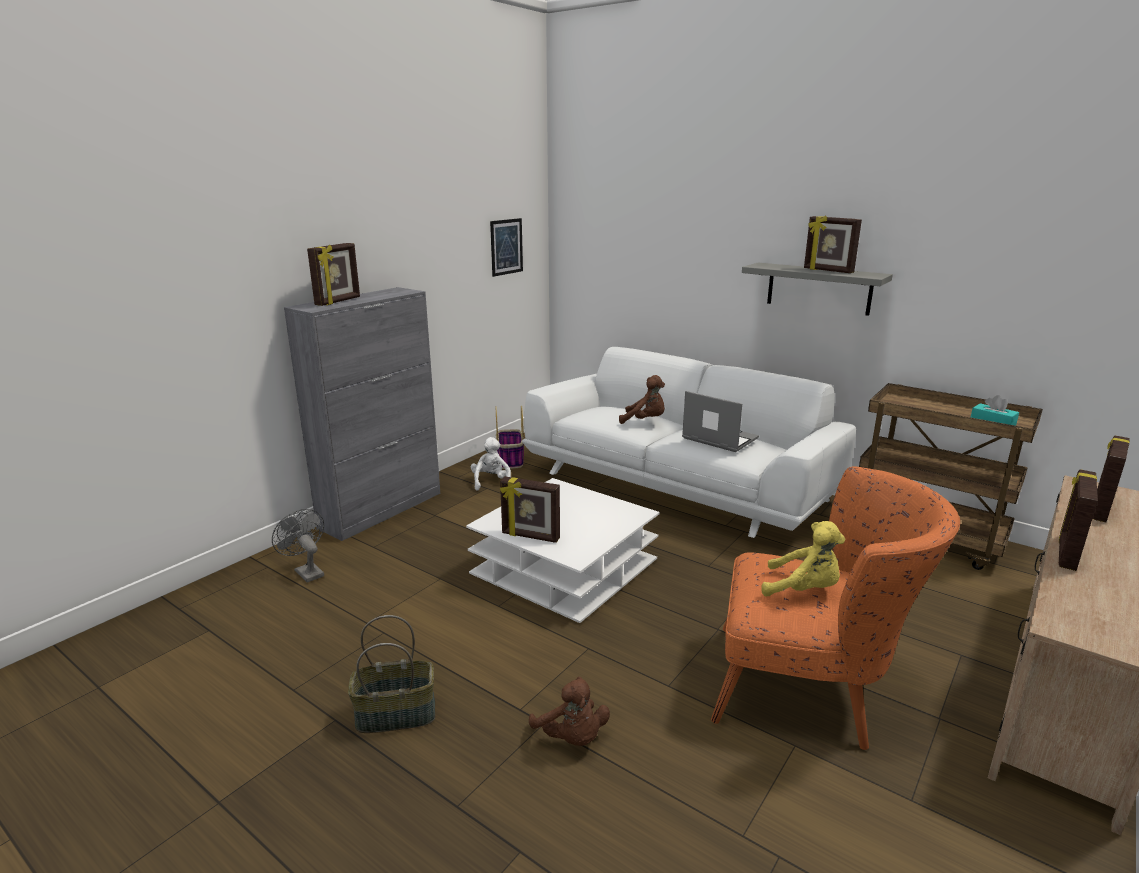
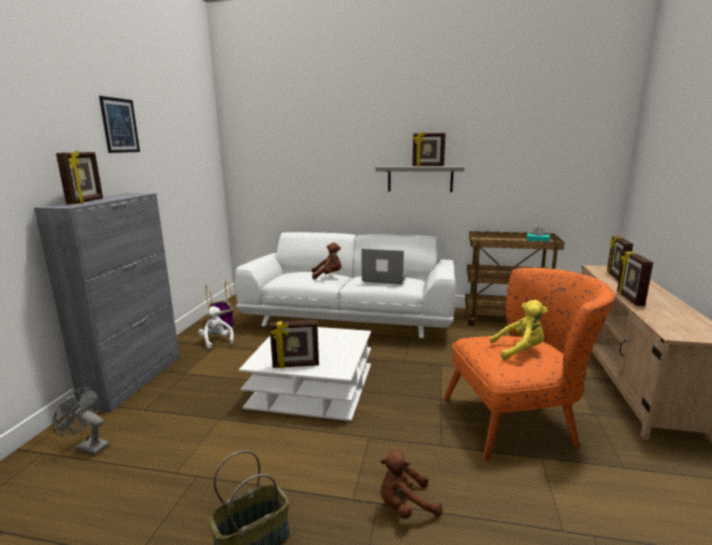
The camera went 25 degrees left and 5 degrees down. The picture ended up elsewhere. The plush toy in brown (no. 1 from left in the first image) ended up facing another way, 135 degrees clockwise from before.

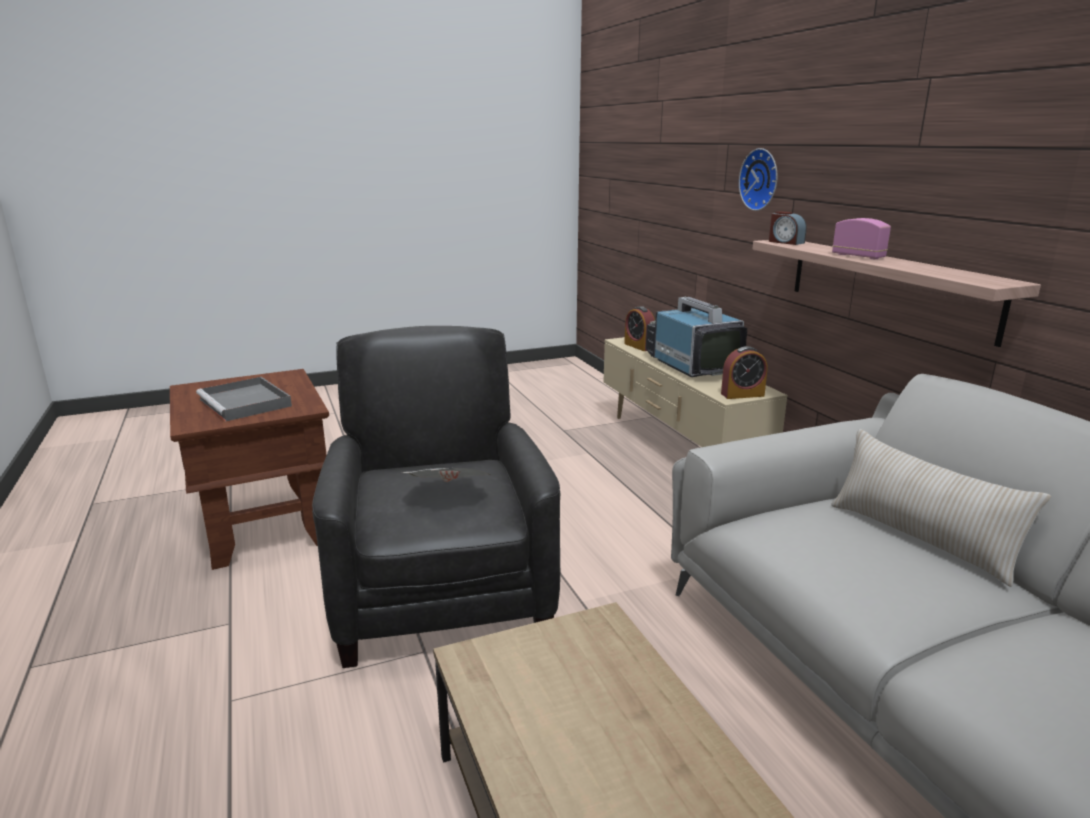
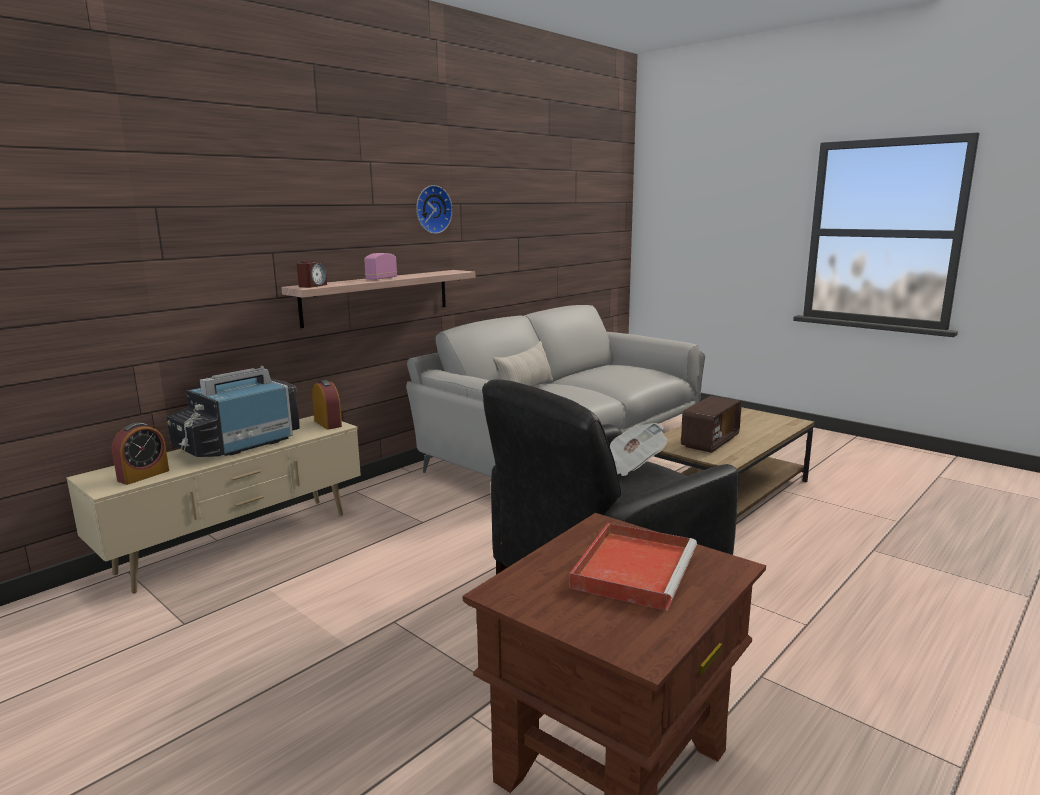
The camera went 115 degrees left and 5 degrees down. The wall clock ended up elsewhere. What was the tray in grey turned into the tray in red. The second view gained the radio (no. 2 from left).

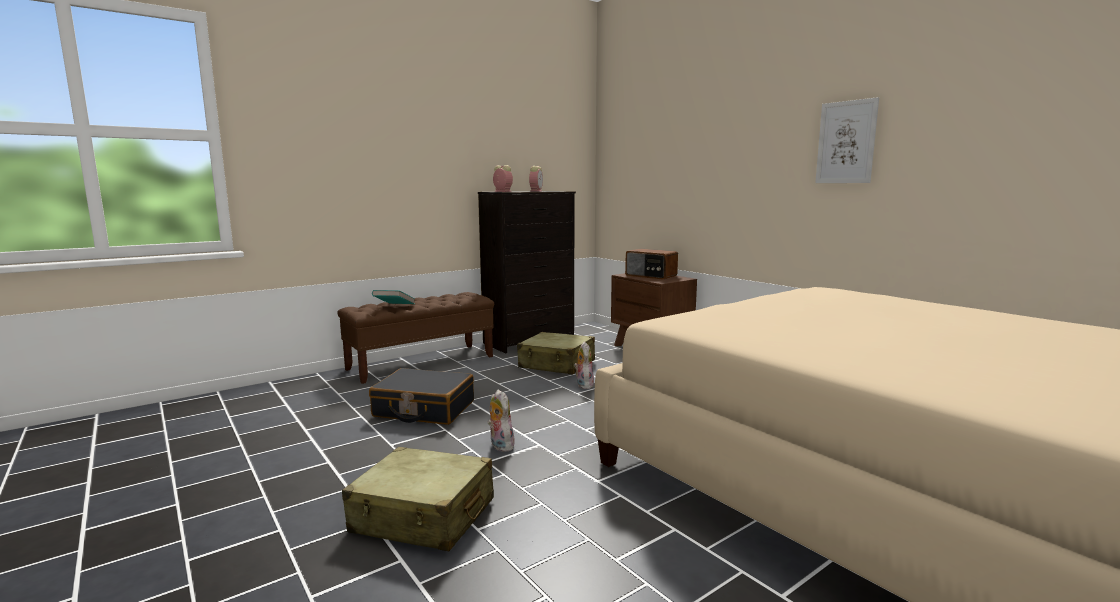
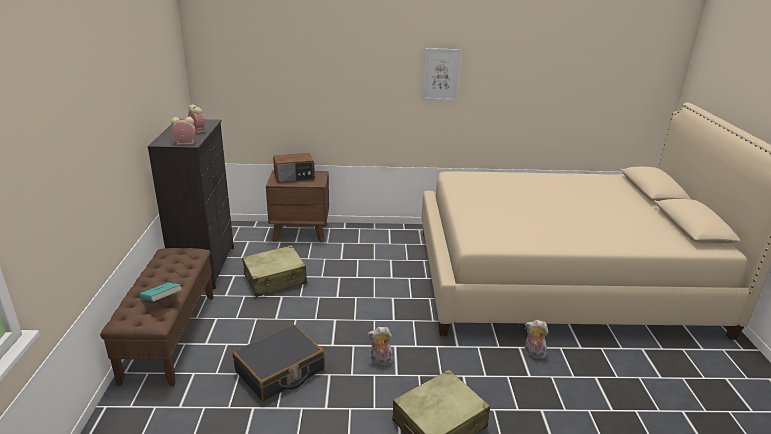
The camera went 55 degrees left and 15 degrees up. The plush toy (no. 2 from left) ended up elsewhere.

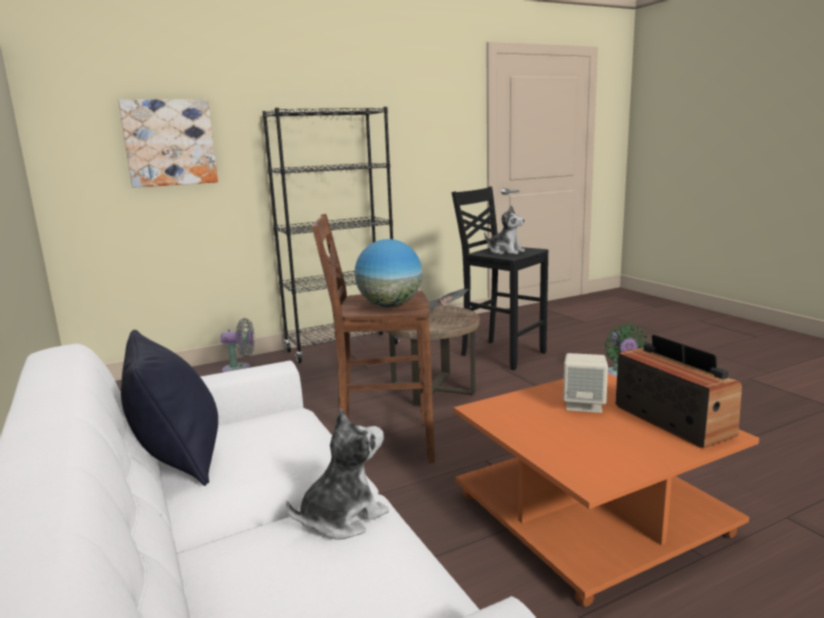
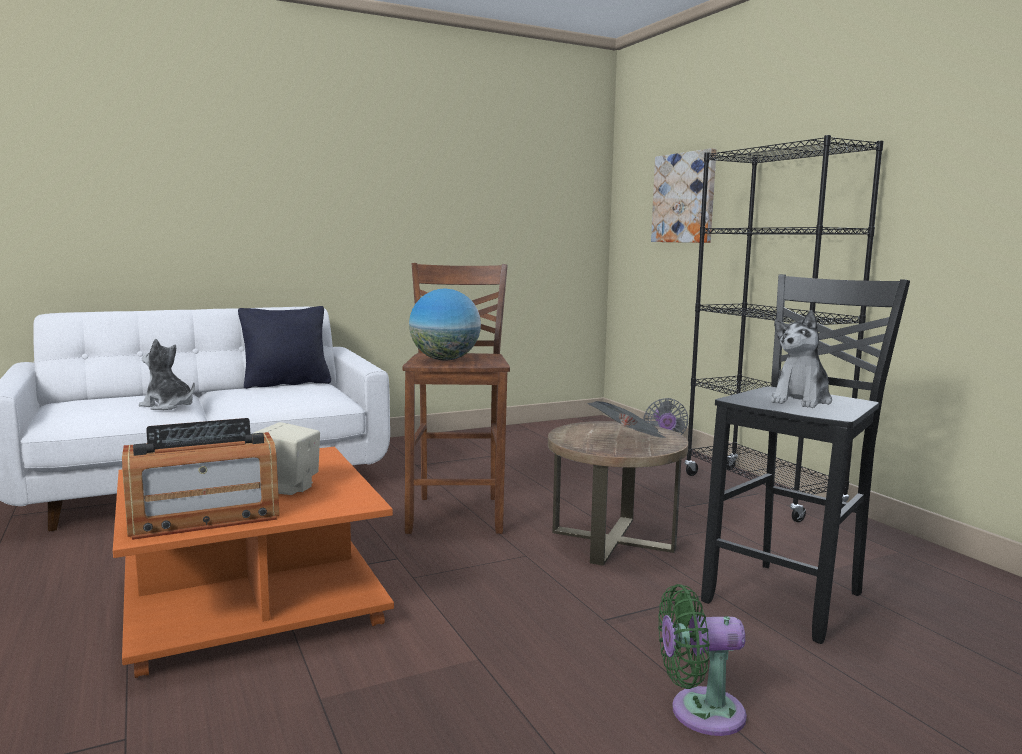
The camera went 90 degrees right and 5 degrees down. The plush toy (no. 1 from left) ended up facing another way, 150 degrees clockwise from before.

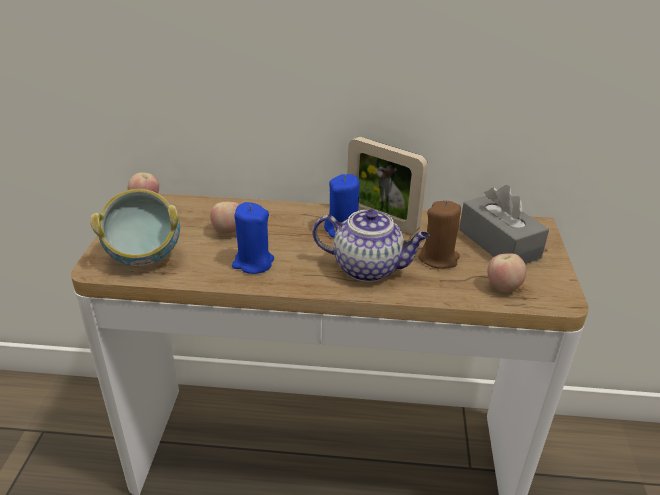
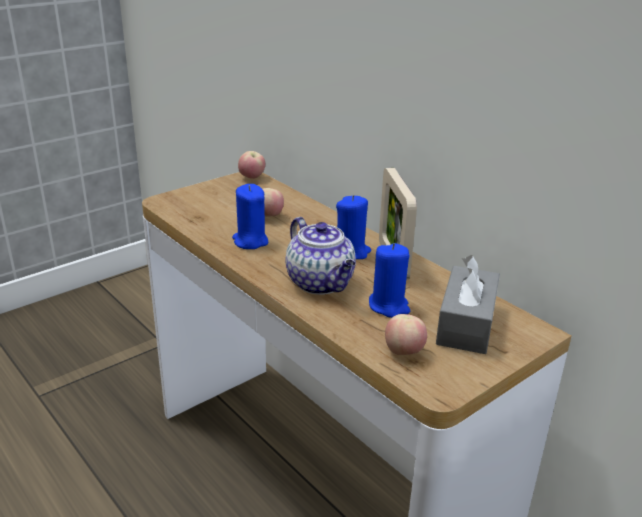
The camera went 45 degrees right and 5 degrees down. What was the candle in brown turned into the candle in blue (no. 3 from left). The second view lost the bowl.

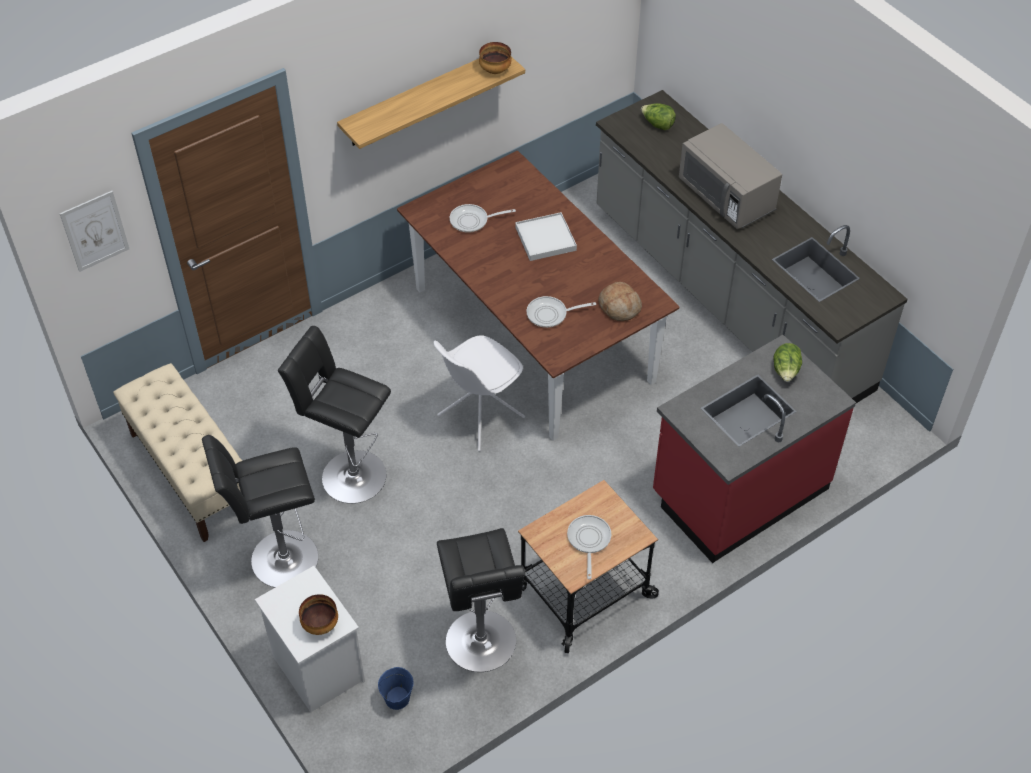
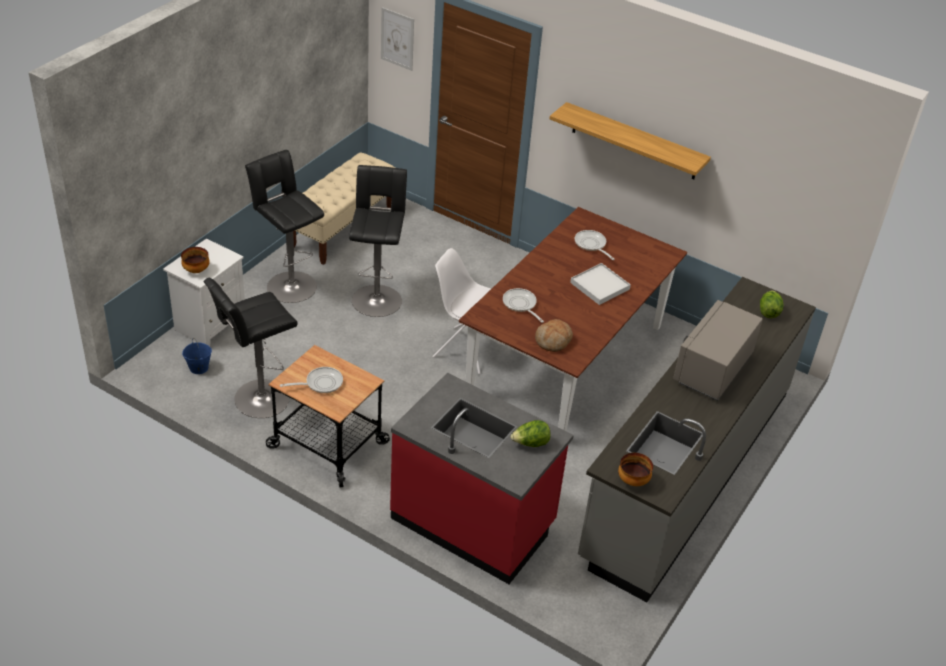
The camera went 65 degrees right and 10 degrees down. The bowl (no. 2 from left) ended up elsewhere.

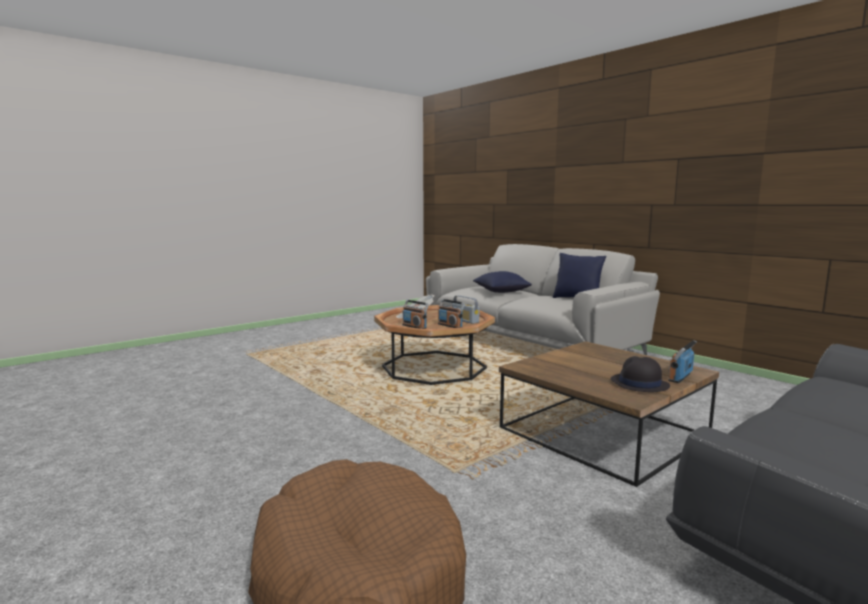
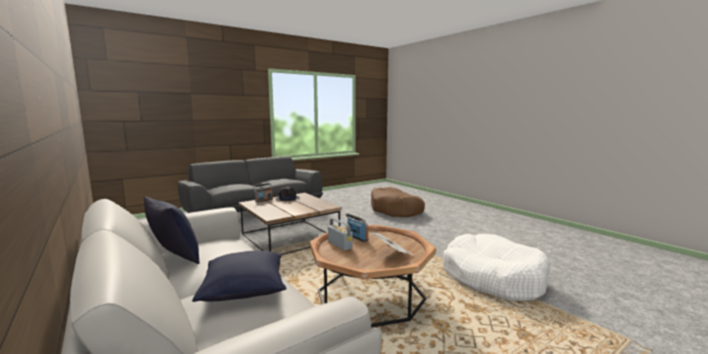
The camera went 175 degrees left and 0 degrees up. The second view gained the dog bed in white. The second view lost the radio (no. 1 from left).

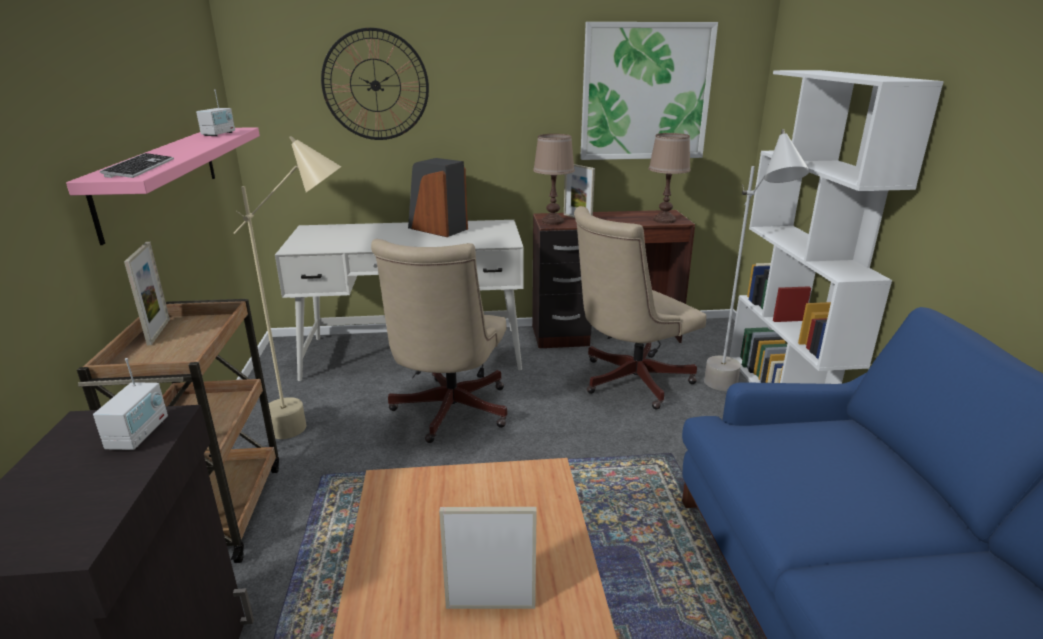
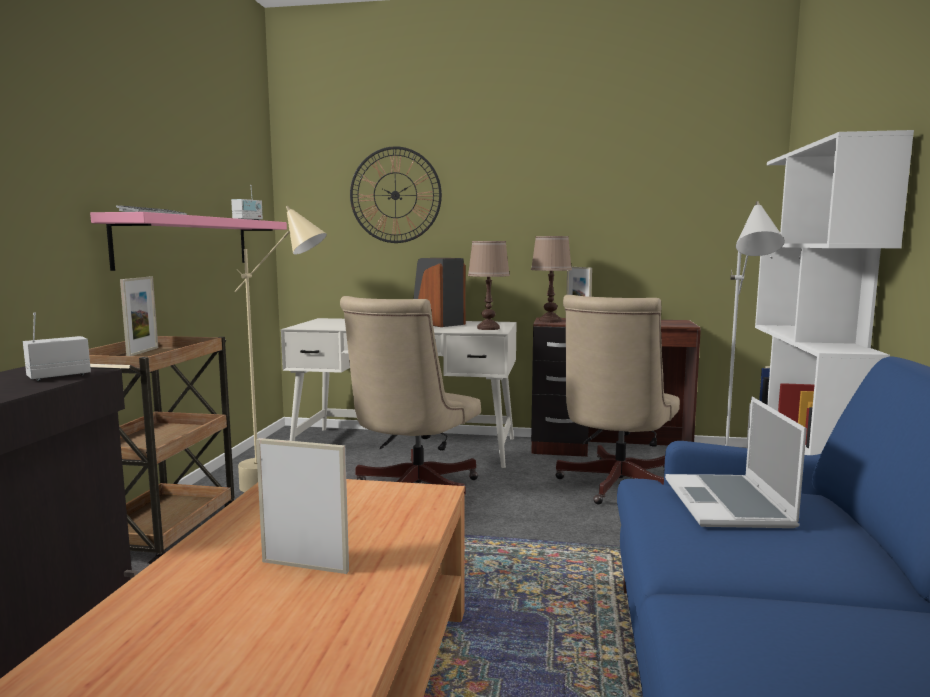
The camera went 15 degrees right and 15 degrees down. The radio (no. 1 from left) ended up facing another way, 150 degrees counterclockwise from before. The table lamp in brown (no. 2 from left in the first image) ended up elsewhere. The office chair in beige (no. 2 from left) ended up facing another way, 45 degrees counterclockwise from before. The second view gained the laptop. The second view lost the picture.

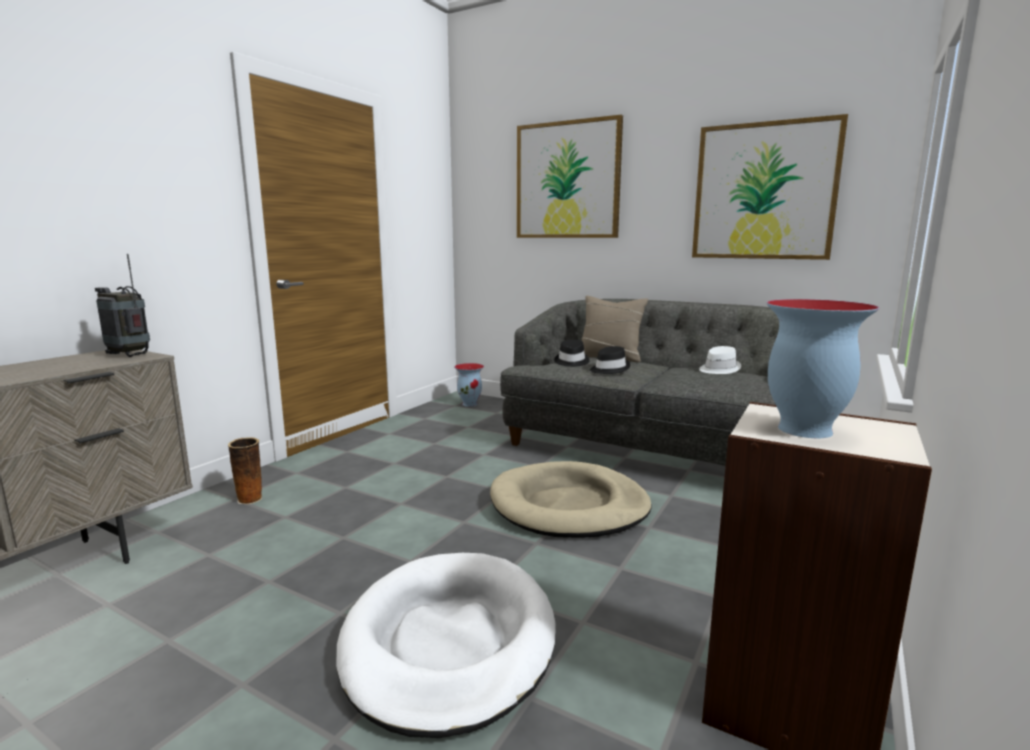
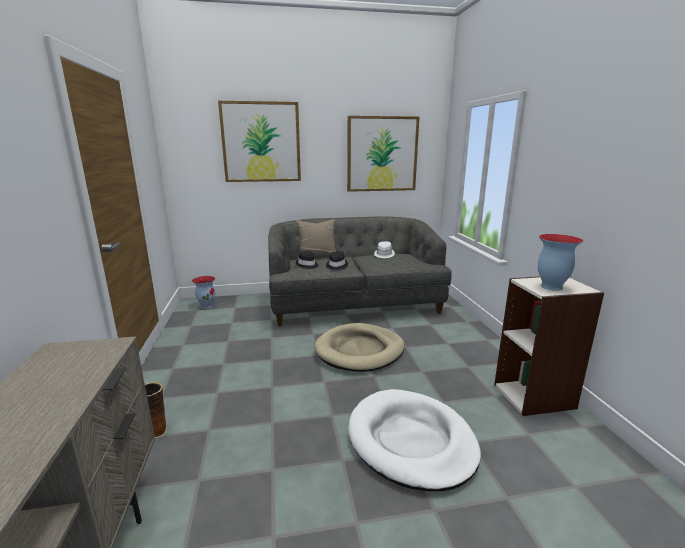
The camera went 40 degrees left and 5 degrees up. The second view lost the radio.

